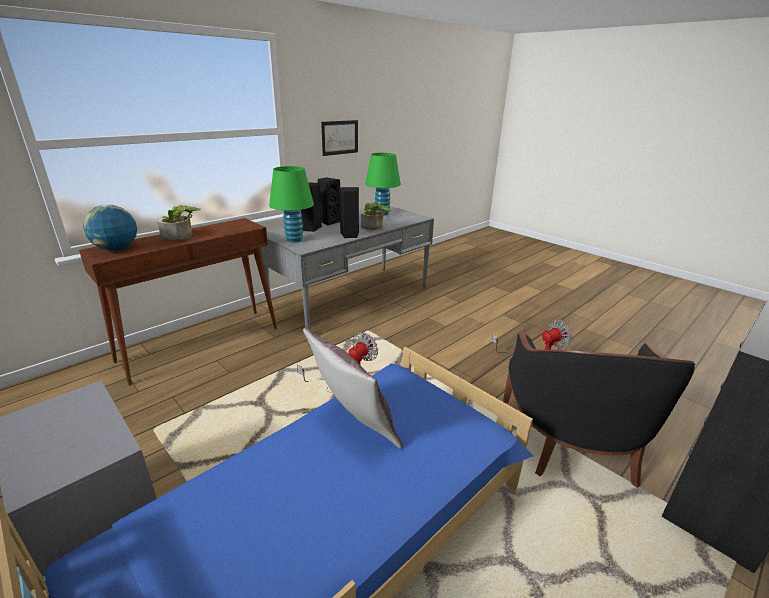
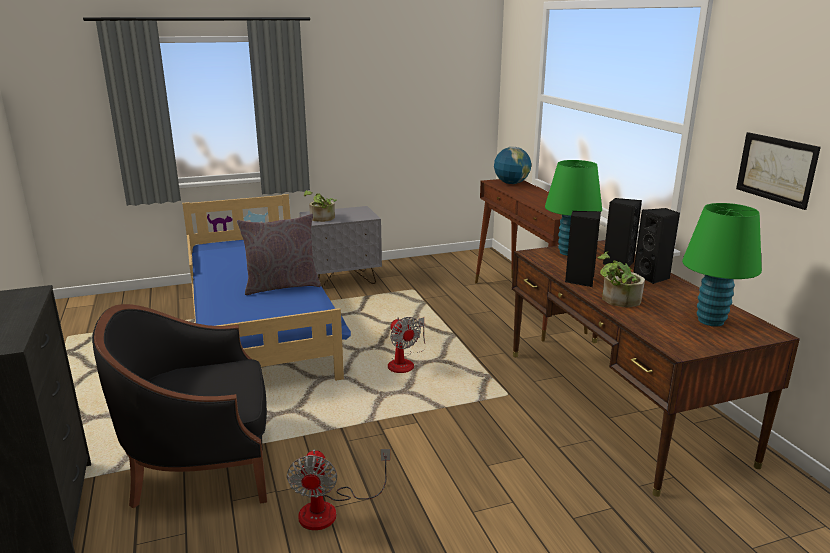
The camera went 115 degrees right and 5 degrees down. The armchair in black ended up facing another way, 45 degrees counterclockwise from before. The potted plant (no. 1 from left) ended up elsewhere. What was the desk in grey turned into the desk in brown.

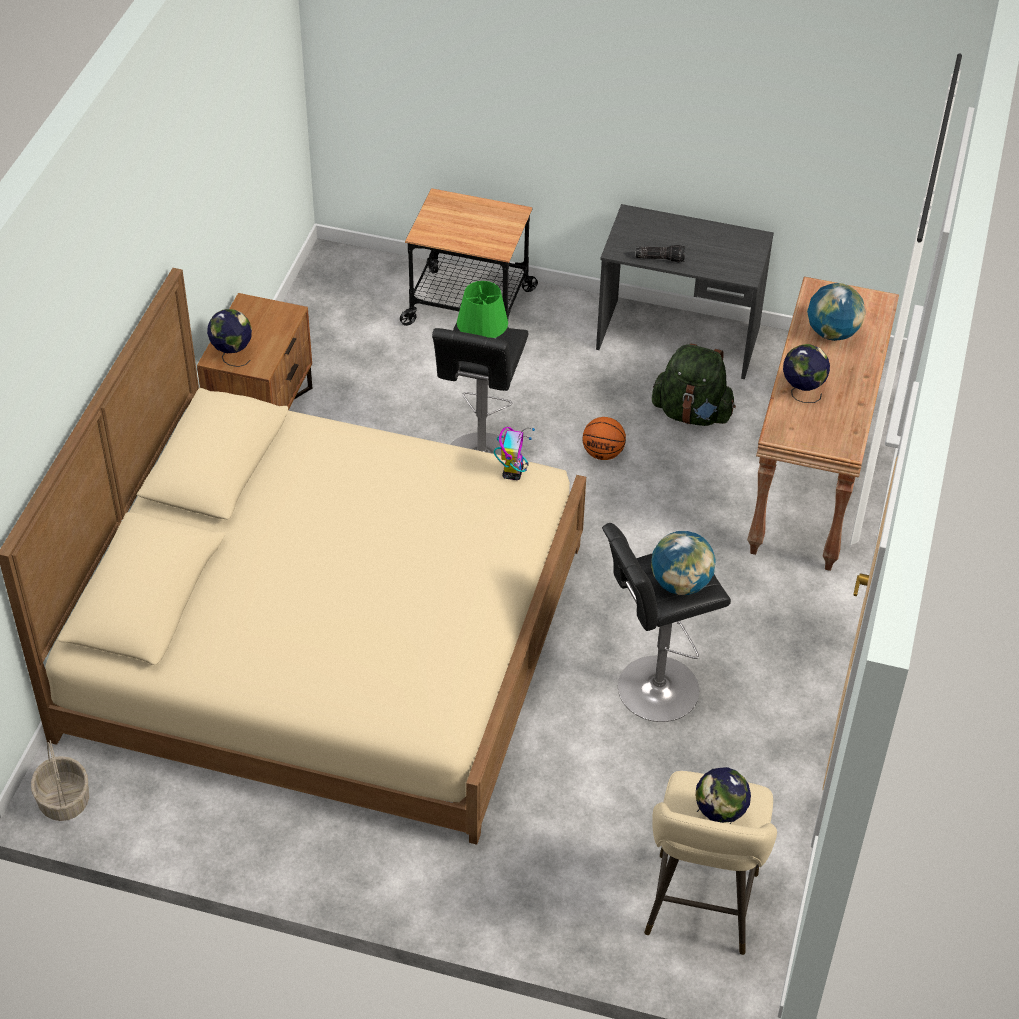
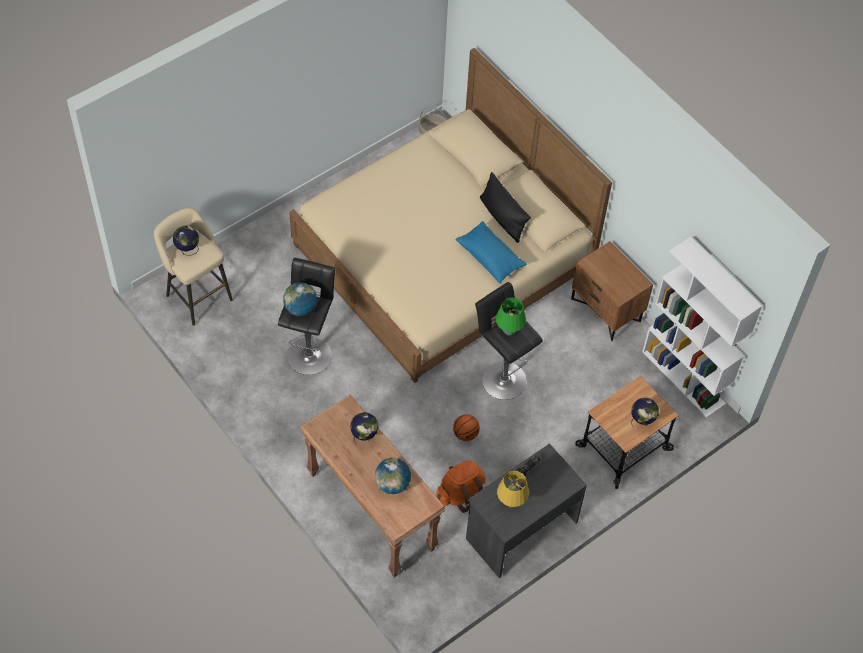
The camera went 125 degrees right and 10 degrees up. What was the backpack in green turned into the backpack in orange. The second view gained the pillow in blue. The second view gained the pillow in black. The second view gained the table lamp in yellow. The globe (no. 1 from left in the first image) ended up elsewhere. The second view gained the bookcase in white. The second view lost the toy robot.

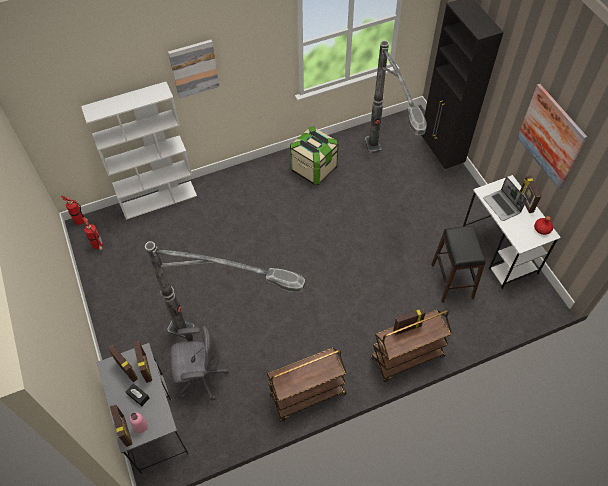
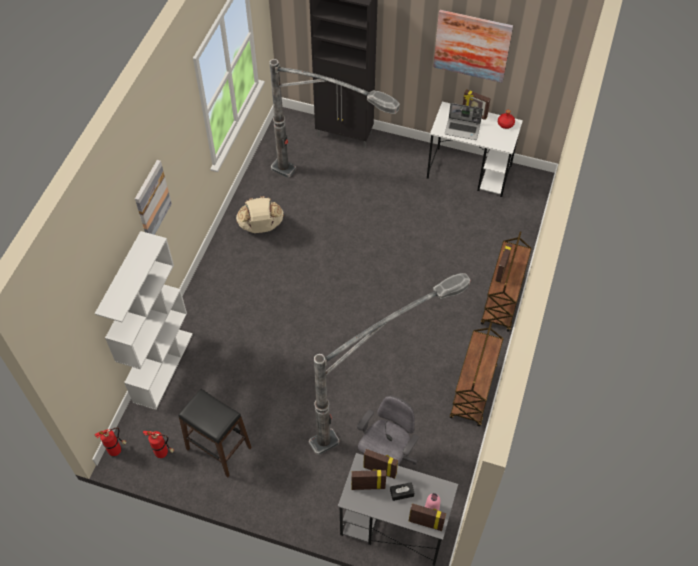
The camera went 50 degrees left and 0 degrees up. The stool in black ended up elsewhere. Where the storage box stood, the backpack in beige came to stand.

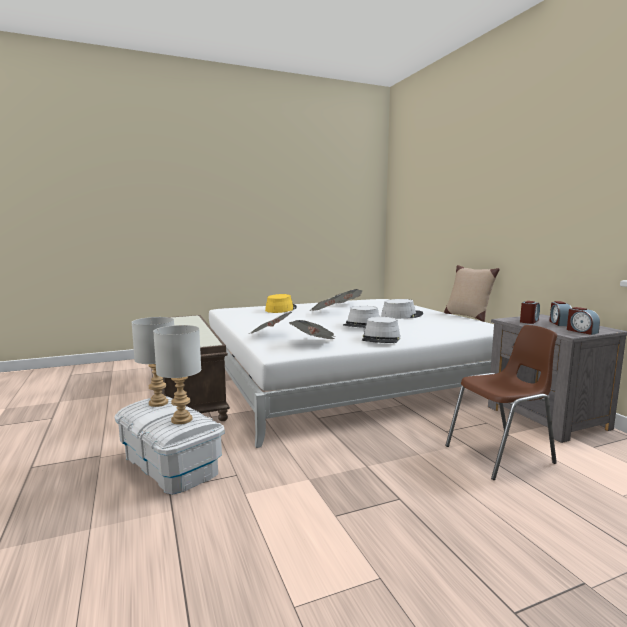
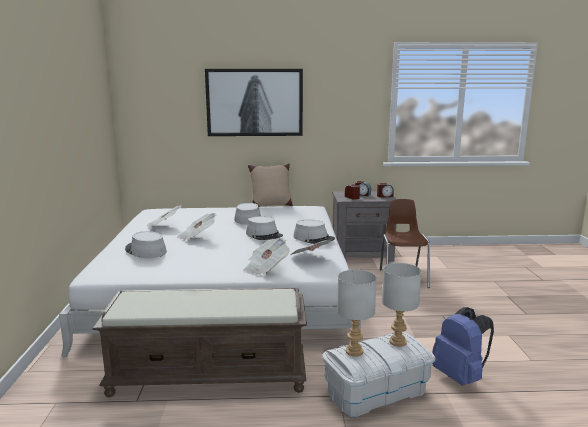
The camera went 70 degrees left and 5 degrees up. What was the hat in yellow turned into the hat in grey (no. 1 from left). The second view gained the picture. The second view gained the backpack in blue.

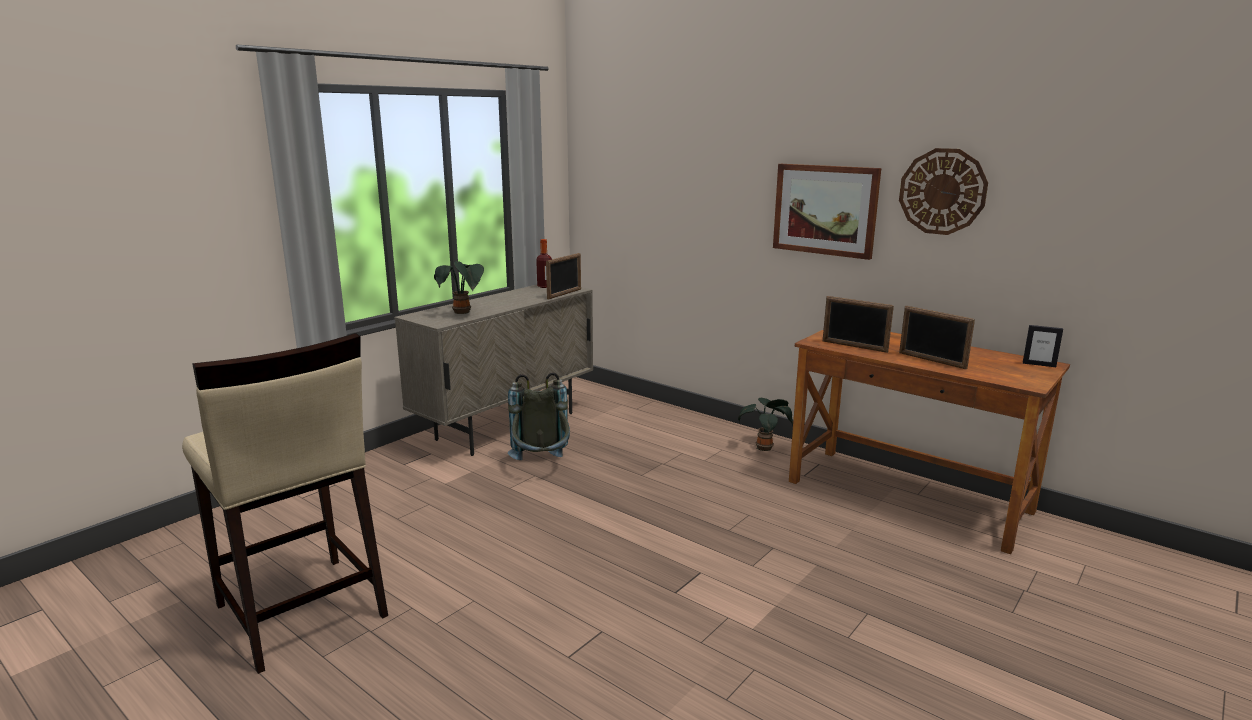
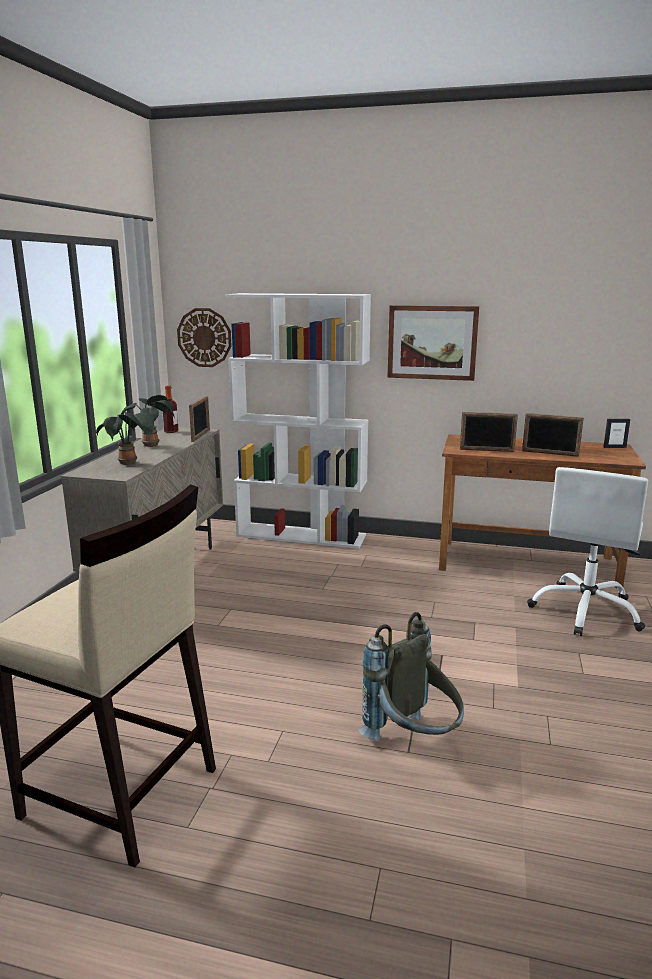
The camera went 25 degrees left and 0 degrees up. The potted plant (no. 2 from left) ended up elsewhere. The wall clock ended up elsewhere. The second view gained the bookcase in white. The backpack in grey ended up elsewhere. The second view gained the office chair in white.

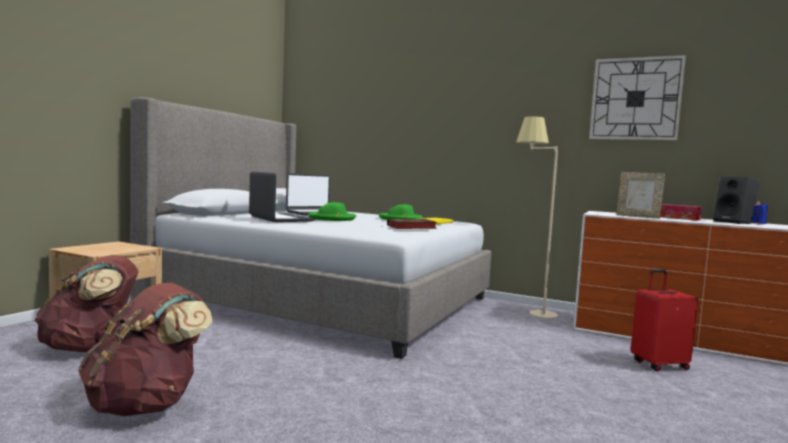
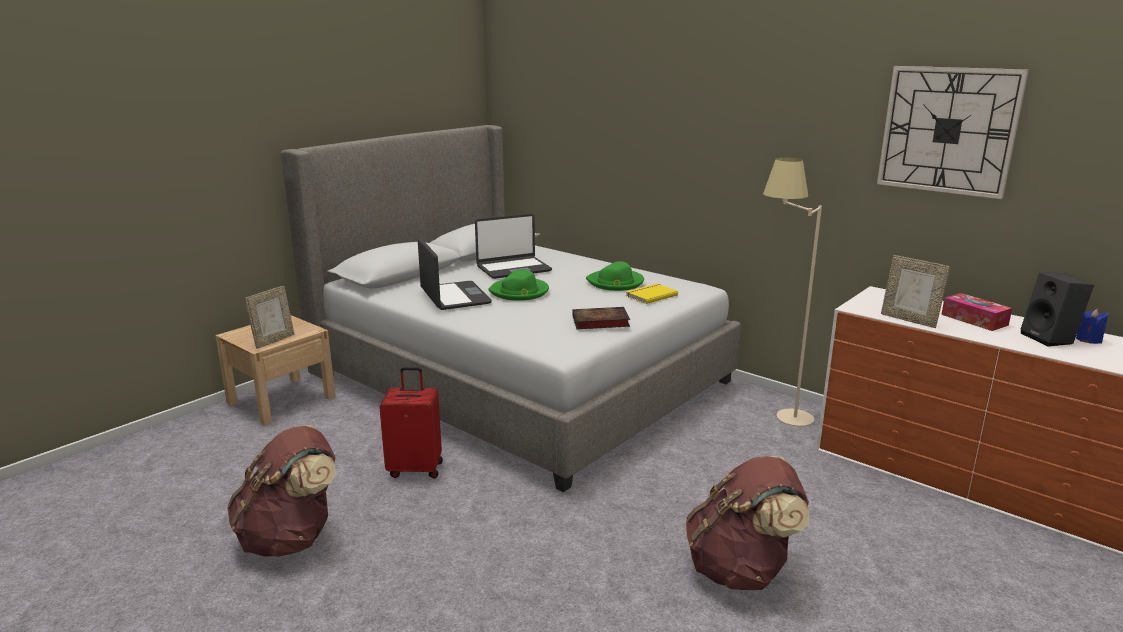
The camera went 15 degrees right and 15 degrees up. The second view gained the picture frame (no. 1 from left). The suitcase in red ended up elsewhere. The backpack in brown (no. 1 from left in the first image) ended up elsewhere.

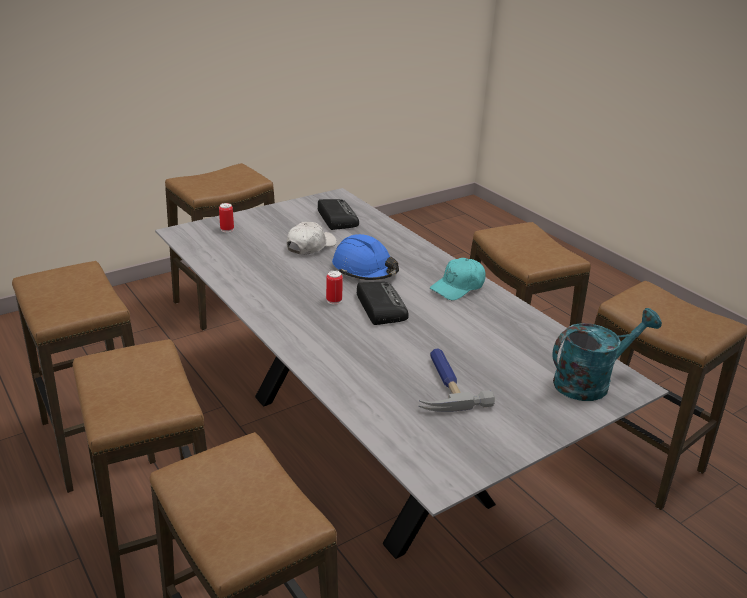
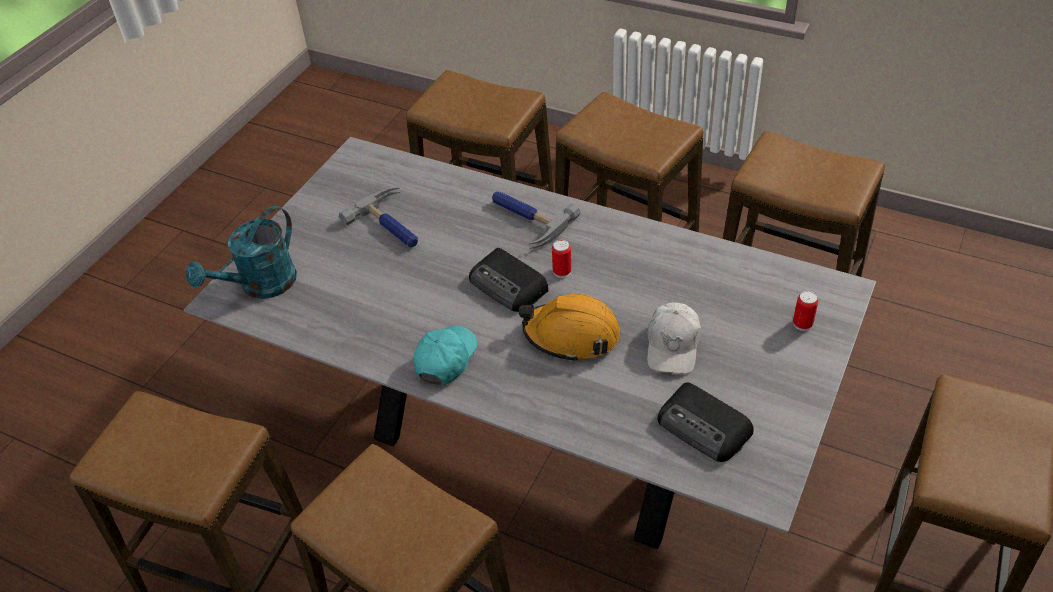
The camera went 155 degrees right and 15 degrees up. The second view gained the hammer (no. 2 from left). What was the hard hat in blue turned into the hard hat in orange.

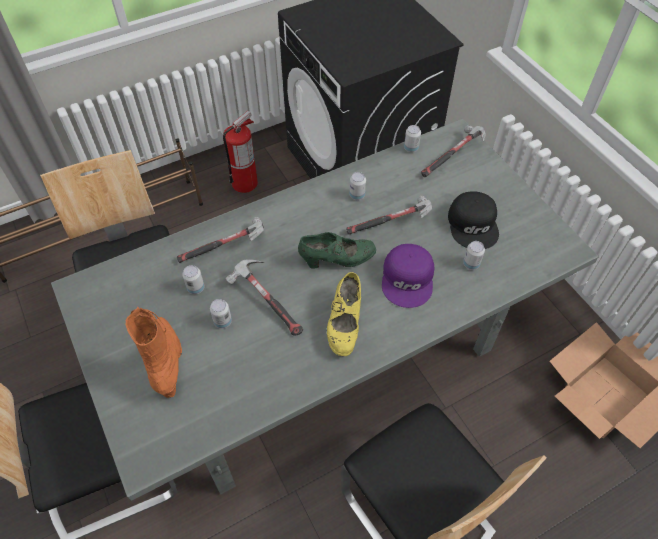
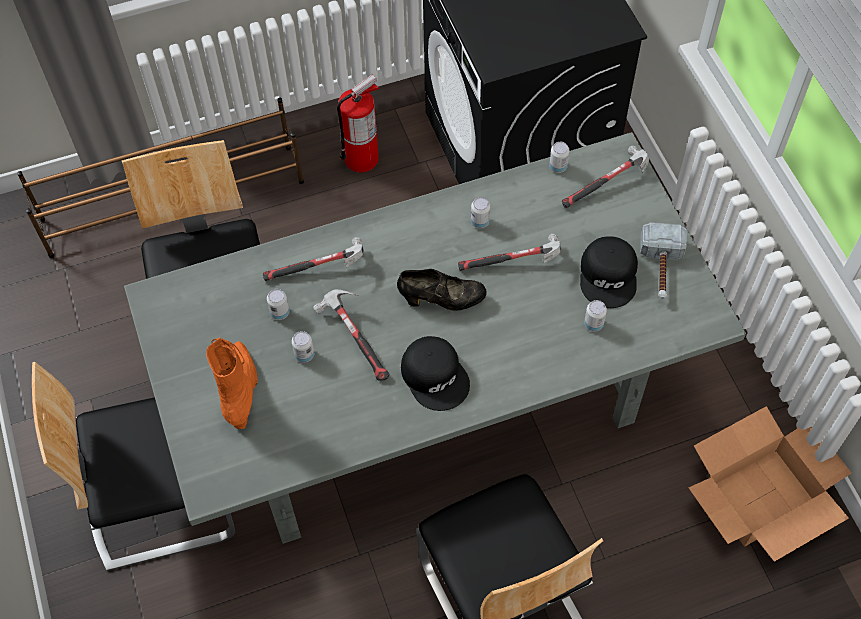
The camera went 10 degrees right and 5 degrees up. What was the shoe in green turned into the shoe in black. Where the shoe in yellow stood, the cap in black (no. 1 from left) came to stand. The second view gained the hammer (no. 5 from left). The second view lost the cap in purple.

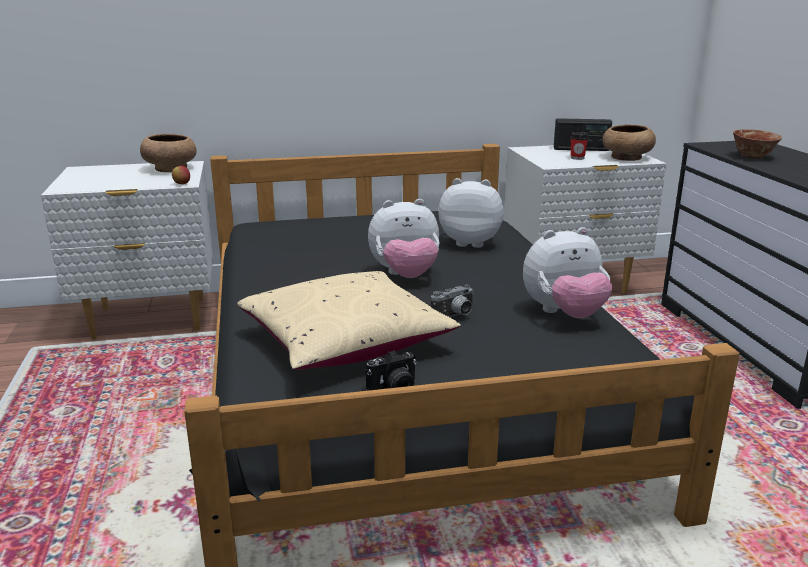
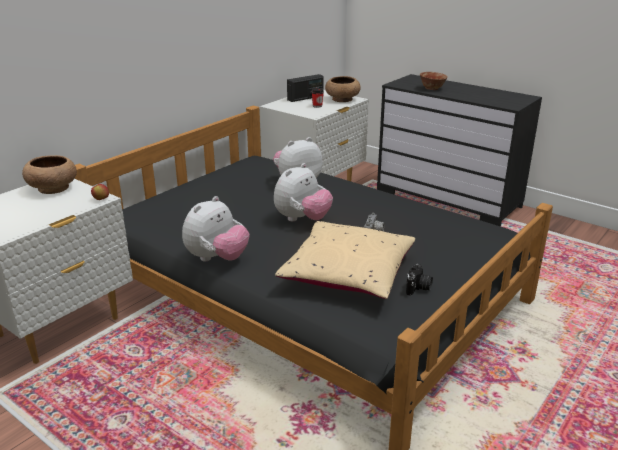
The camera went 40 degrees left and 5 degrees up. The plush toy (no. 3 from left in the first image) ended up elsewhere.

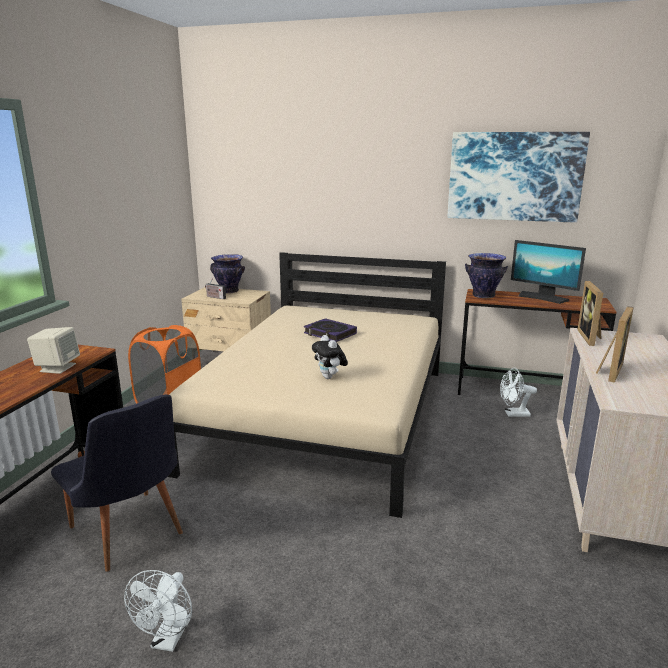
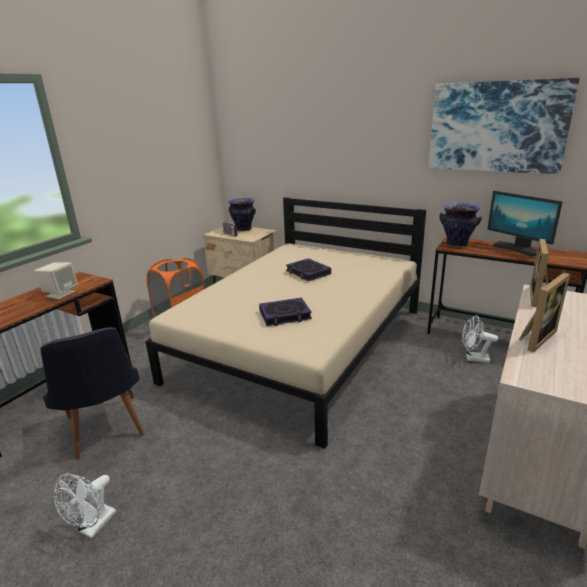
The camera went 15 degrees right and 5 degrees up. Where the plush toy stood, the book (no. 1 from left) came to stand.

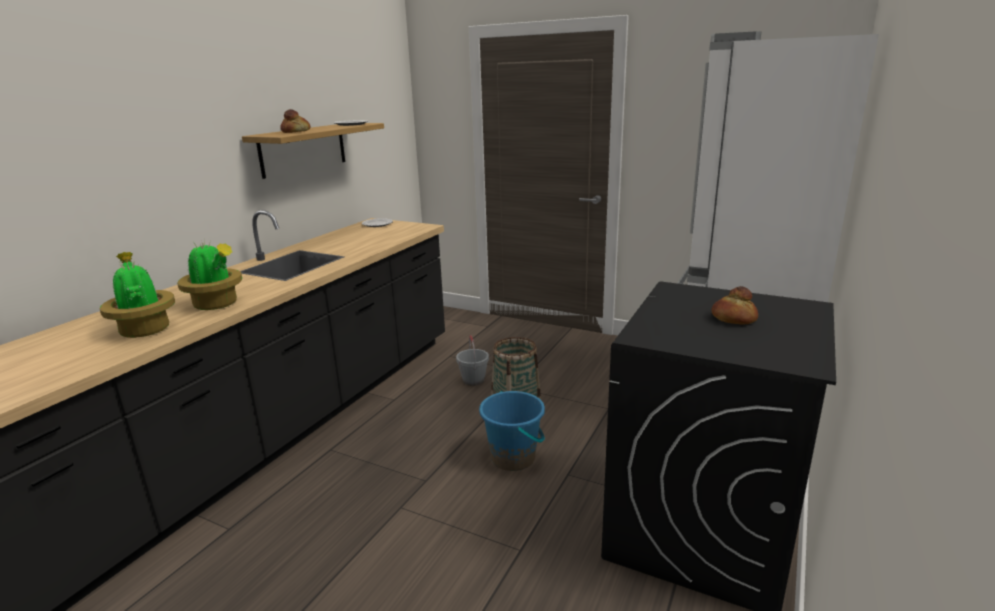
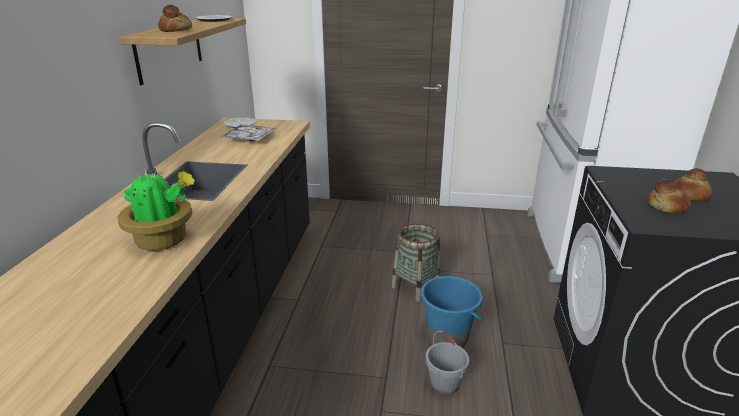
The camera went 20 degrees left and 5 degrees up. The second view gained the tray. The bucket in grey ended up elsewhere. The second view gained the bread (no. 2 from left). The second view lost the potted plant (no. 1 from left).

